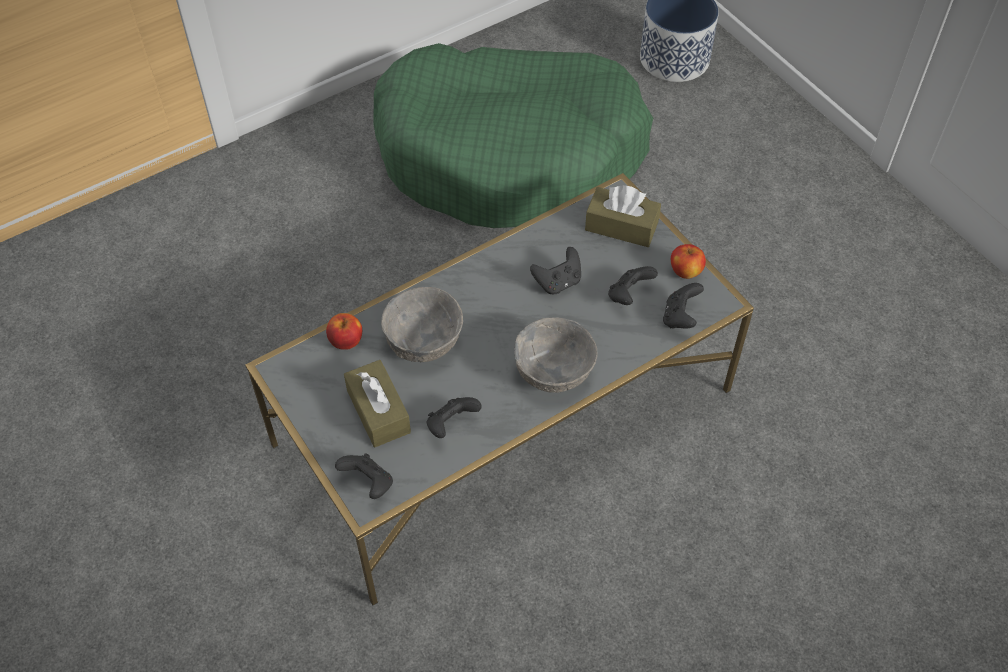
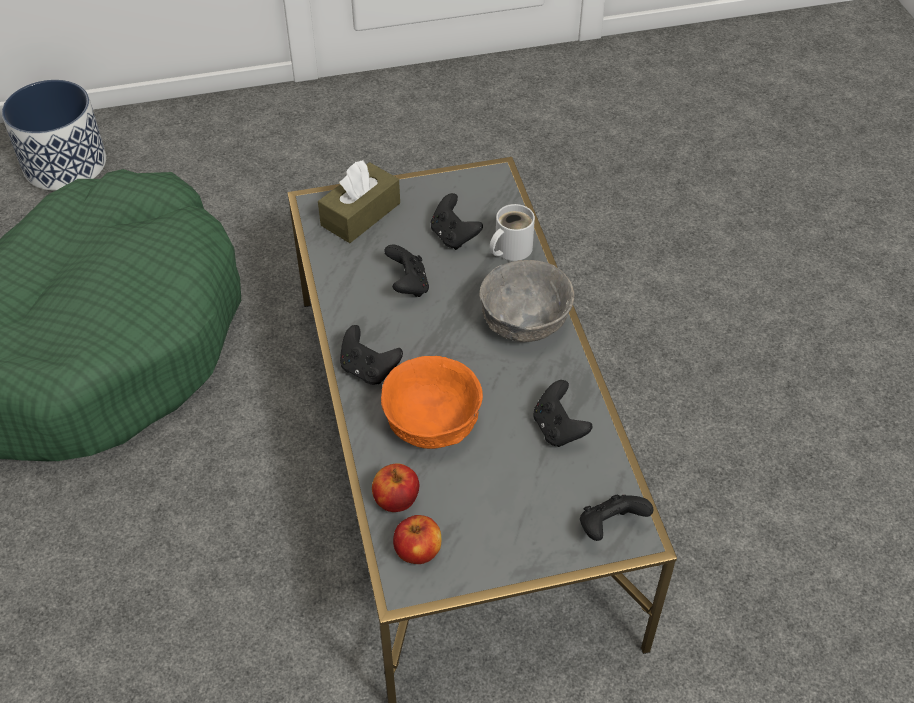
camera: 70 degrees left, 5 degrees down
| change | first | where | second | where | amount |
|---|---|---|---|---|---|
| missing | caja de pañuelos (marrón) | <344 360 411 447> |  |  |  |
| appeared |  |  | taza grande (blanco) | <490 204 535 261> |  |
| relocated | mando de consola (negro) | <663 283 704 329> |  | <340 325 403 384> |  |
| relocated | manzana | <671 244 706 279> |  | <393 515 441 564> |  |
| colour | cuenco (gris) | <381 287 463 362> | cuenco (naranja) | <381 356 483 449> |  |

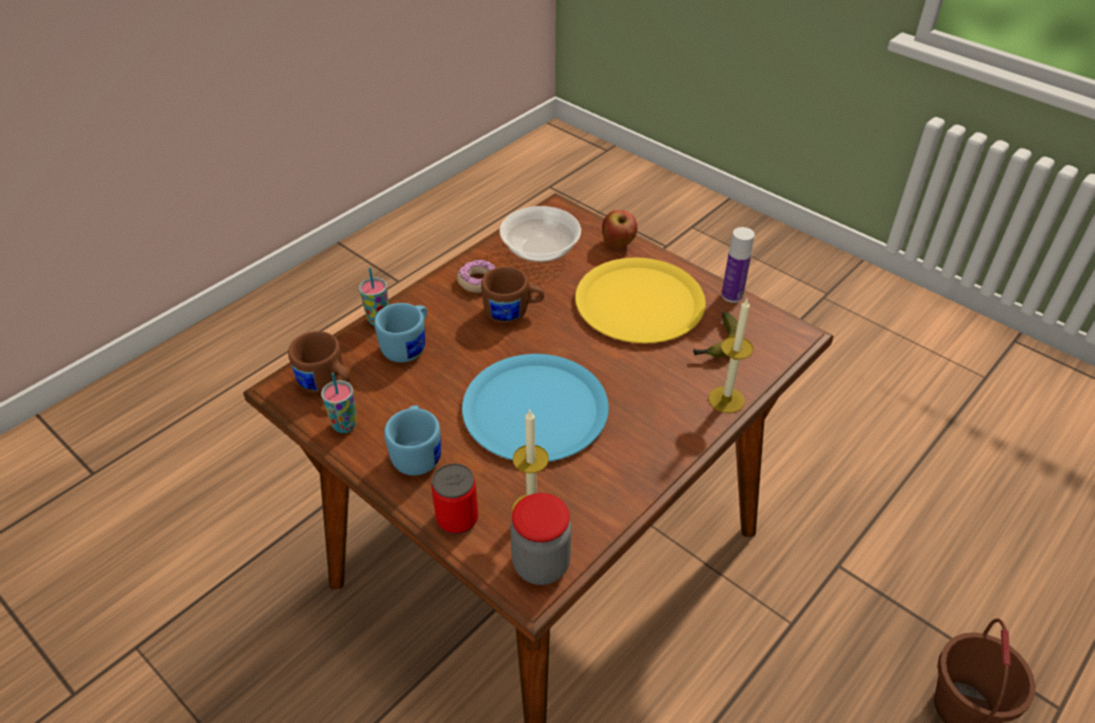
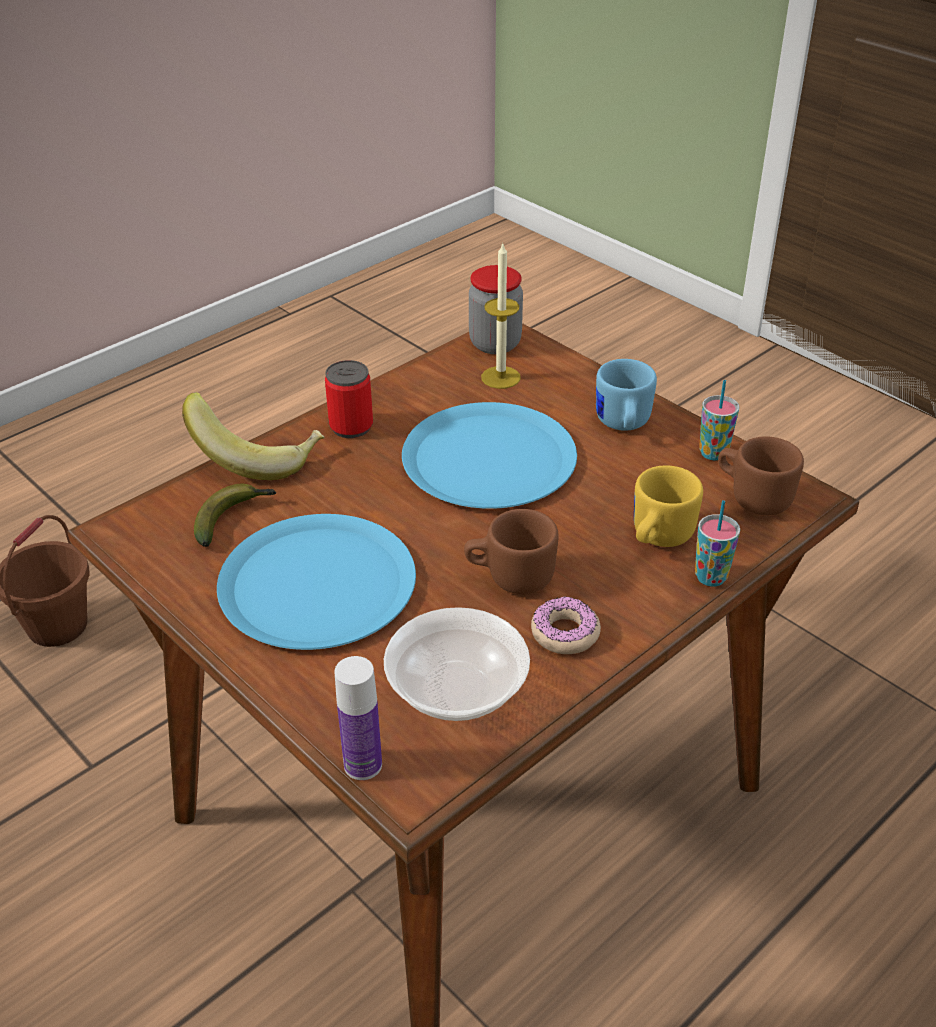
camera: 175 degrees left, 5 degrees down
| change | first | where | second | where | amount |
|---|---|---|---|---|---|
| missing | manzana | <602 210 637 248> |  |  |  |
| relocated | lata | <432 463 478 534> |  | <325 360 373 438> |  |
| relocated | botella | <722 227 755 303> |  | <334 656 382 780> |  |
| exchanged | vela | <708 299 753 413> | plátano | <182 392 324 480> |  |
| colour | taza grande (azul) | <374 303 427 363> | taza grande (amarillo) | <634 465 703 547> |  |
| colour | plato (amarillo) | <575 258 706 343> | plato (azul) | <217 514 416 650> |  |

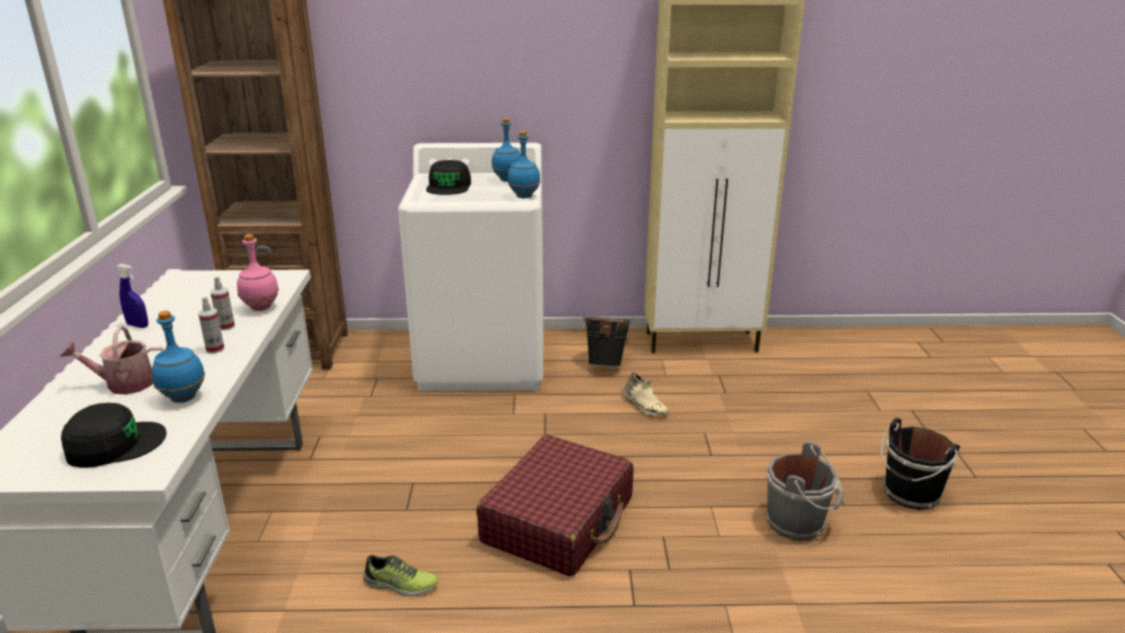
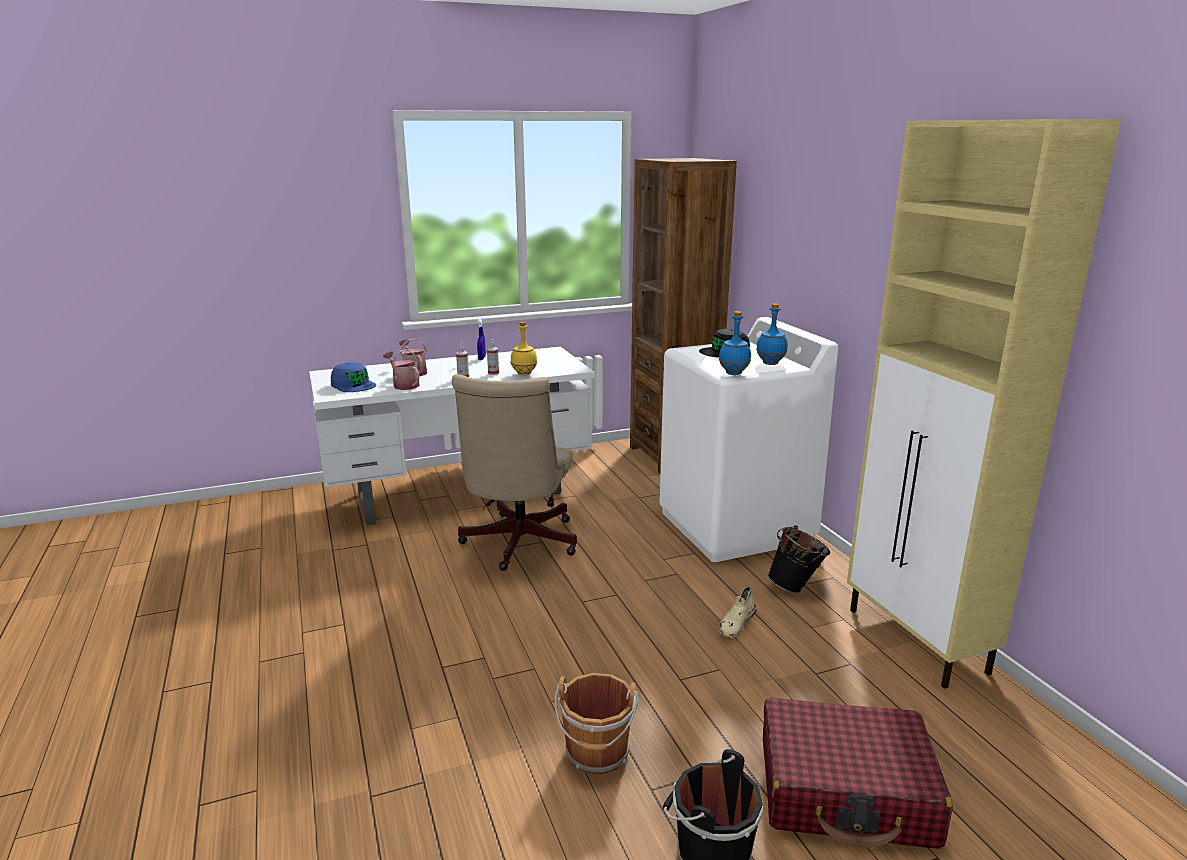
camera: 70 degrees right, 5 degrees down
| change | first | where | second | where | amount |
|---|---|---|---|---|---|
| missing | zapato | <363 555 438 597> |  |  |  |
| appeared |  |  | silla de oficina (beis) | <452 374 577 571> |  |
| relocated | maleta (rojo) | <477 435 634 577> |  | <763 697 953 849> |  |
| exchanged | botella (azul) | <151 311 205 403> | regadera | <383 349 420 390> |  |
| colour | gorra (negro) | <61 403 167 468> | gorra (azul) | <331 362 376 392> |  |
| colour | botella (rosa) | <237 234 279 311> | botella (amarillo) | <511 322 537 376> |  |
| colour | cubo (gris) | <766 442 844 541> | cubo (marrón) | <555 673 639 774> |  |

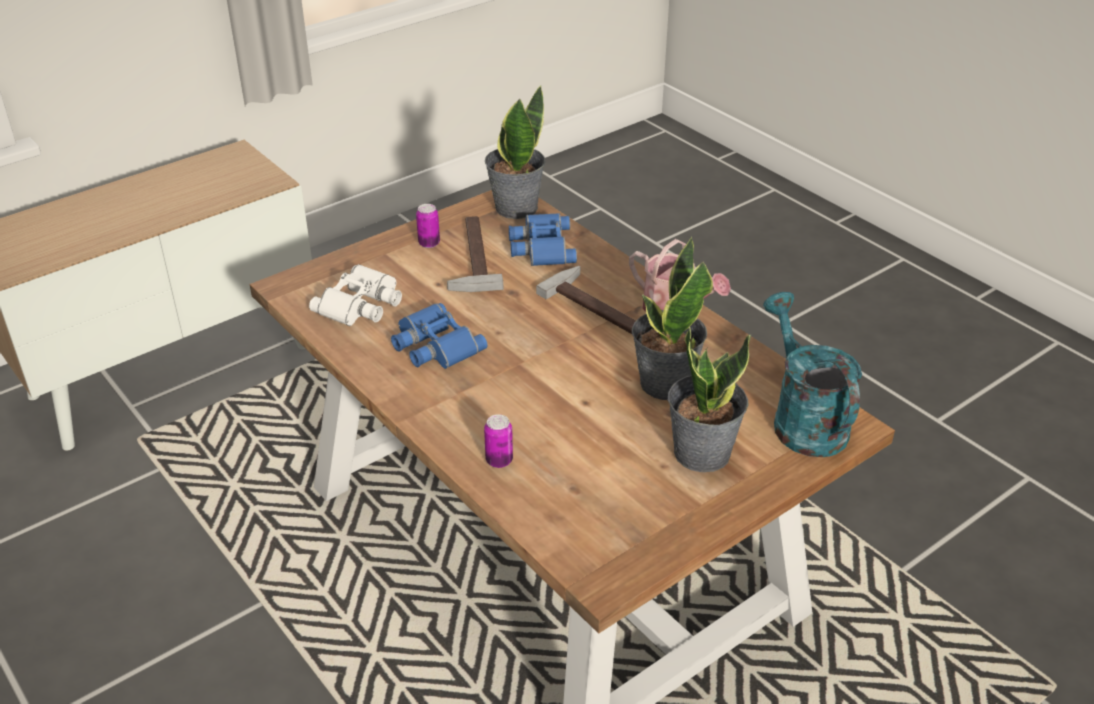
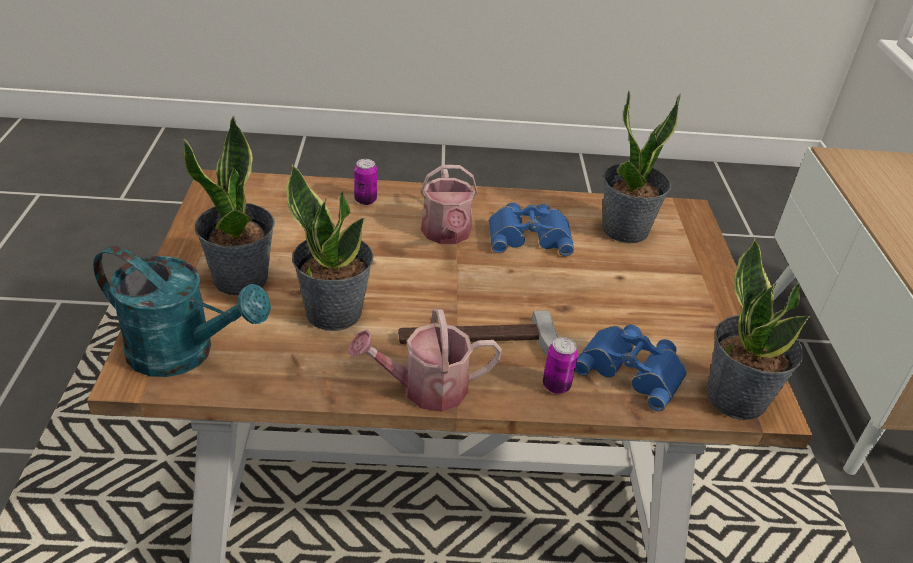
camera: 125 degrees right, 0 degrees up
| change | first | where | second | where | amount |
|---|---|---|---|---|---|
| missing | martillo | <447 216 503 292> |  |  |  |
| appeared |  |  | regadera | <420 165 478 244> |  |
| relocated | lata | <416 204 440 248> |  | <543 337 578 394> |  |
| exchanged | prismáticos (blanco) | <309 264 402 326> | planta en maceta | <602 90 681 243> |  |

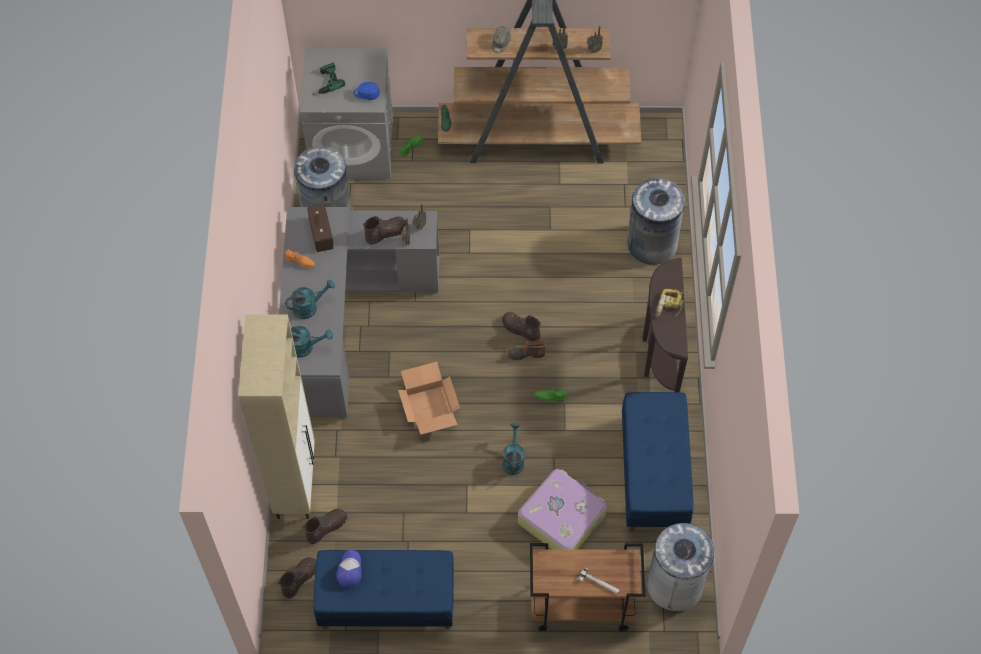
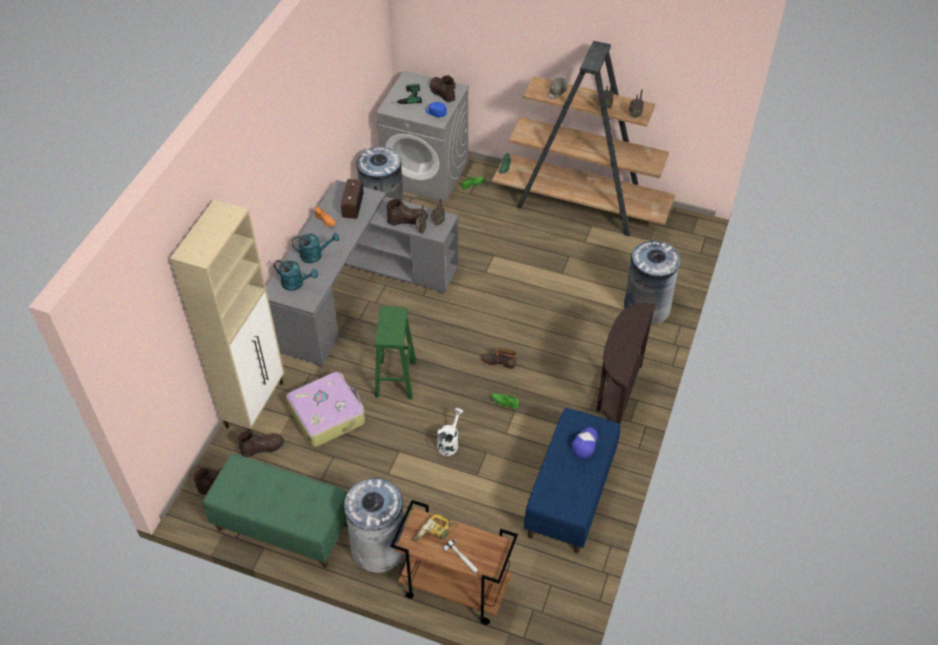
camera: 20 degrees right, 10 degrees down
| change | first | where | second | where | amount |
|---|---|---|---|---|---|
| relocated | gorra | <336 550 362 587> |  | <571 427 597 458> |  |
| relocated | bota (marrón) | <502 312 541 341> |  | <430 75 456 102> |  |
| relocated | maleta | <518 469 607 550> |  | <286 372 365 447> |  |
| relocated | papelera (gris) | <647 523 716 611> |  | <344 478 405 573> |  |
| relocated | taladro | <655 289 689 318> |  | <413 514 459 547> |  |
| exchanged | caja de cartón | <398 362 460 435> | taburete (verde) | <375 306 416 399> |  |
| colour | banco (azul) | <314 550 454 630> | banco (verde) | <203 454 347 568> |  |
| colour | regadera (turquesa) | <502 423 525 475> | regadera (blanco) | <437 408 463 456> |  |

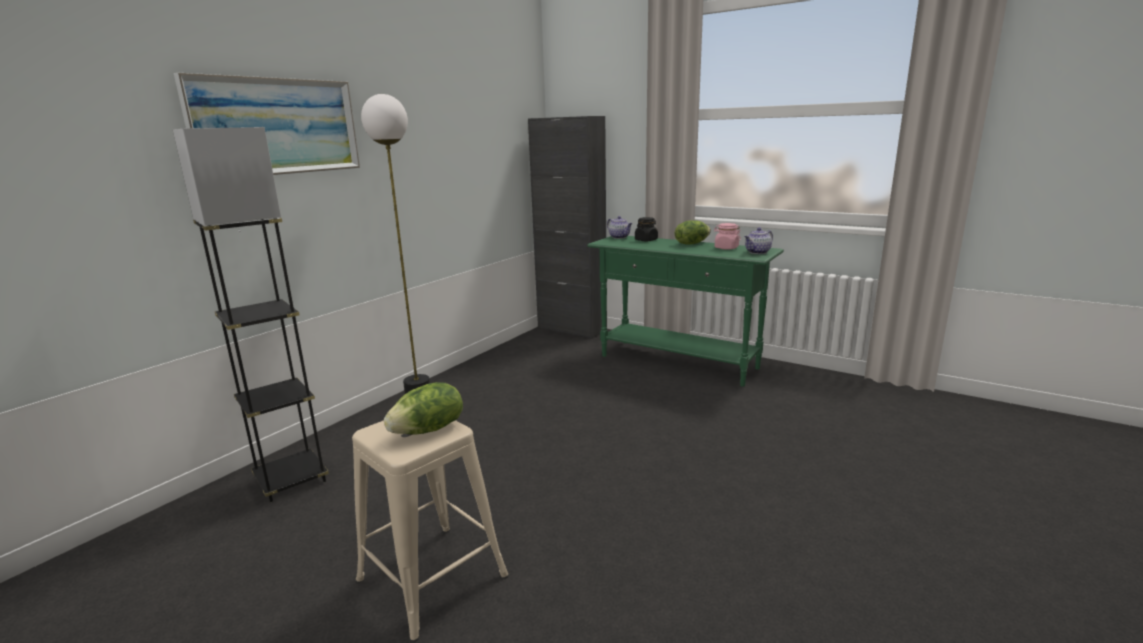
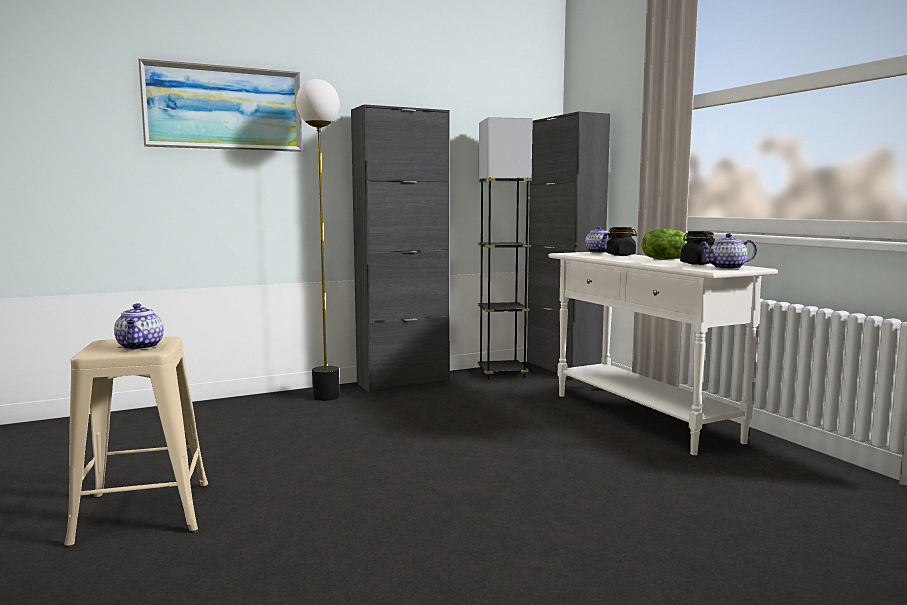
camera: 30 degrees right, 10 degrees down
| change | first | where | second | where | amount |
|---|---|---|---|---|---|
| appeared |  |  | armario (negro) | <351 104 450 393> |  |
| relocated | lámpara de pie (gris) | <173 127 329 502> |  | <477 117 533 380> |  |
| exchanged | lechuga | <384 382 463 434> | tetera | <114 303 164 350> |  |
| colour | mesa consola (verde) | <588 236 784 387> | mesa consola (blanco) | <548 252 778 455> |  |
| colour | tarro (rosa) | <714 223 741 250> | tarro (negro) | <680 231 715 265> |  |

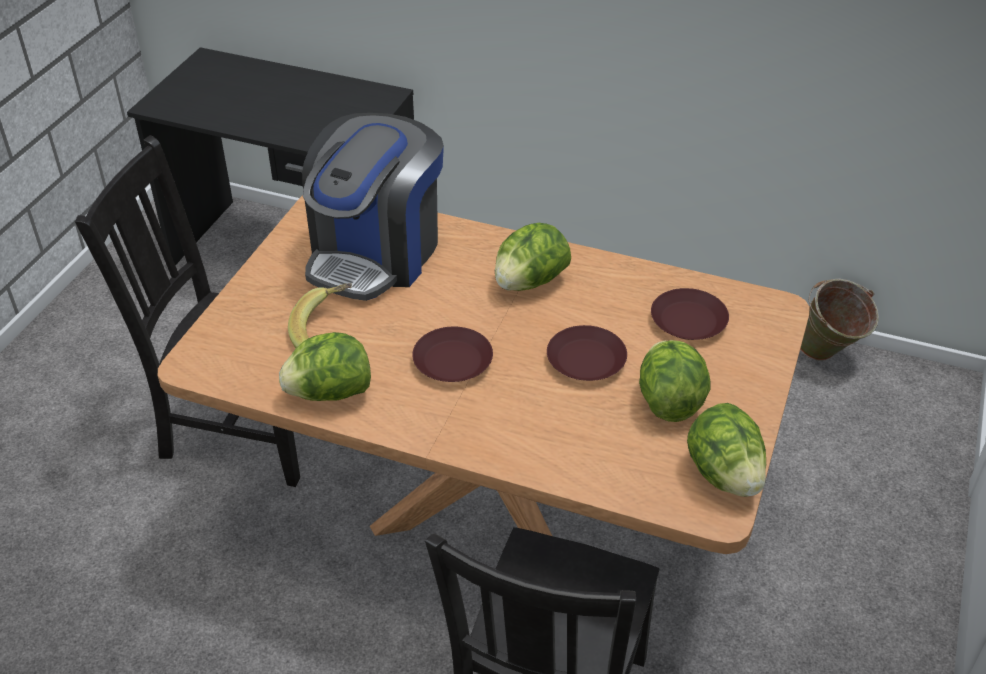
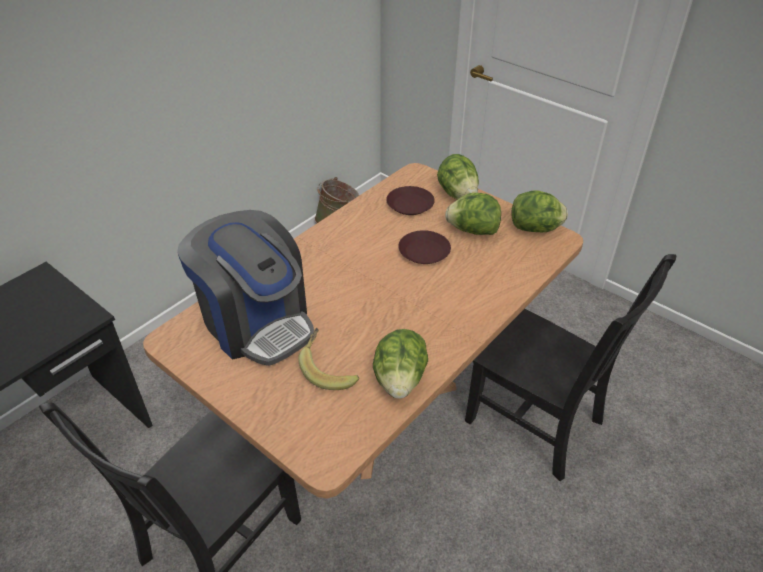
camera: 70 degrees left, 0 degrees up
| change | first | where | second | where | amount |
|---|---|---|---|---|---|
| missing | plato (marrón) | <412 327 493 382> |  |  |  |
| relocated | lechuga | <495 223 571 291> |  | <437 154 479 200> |  |

